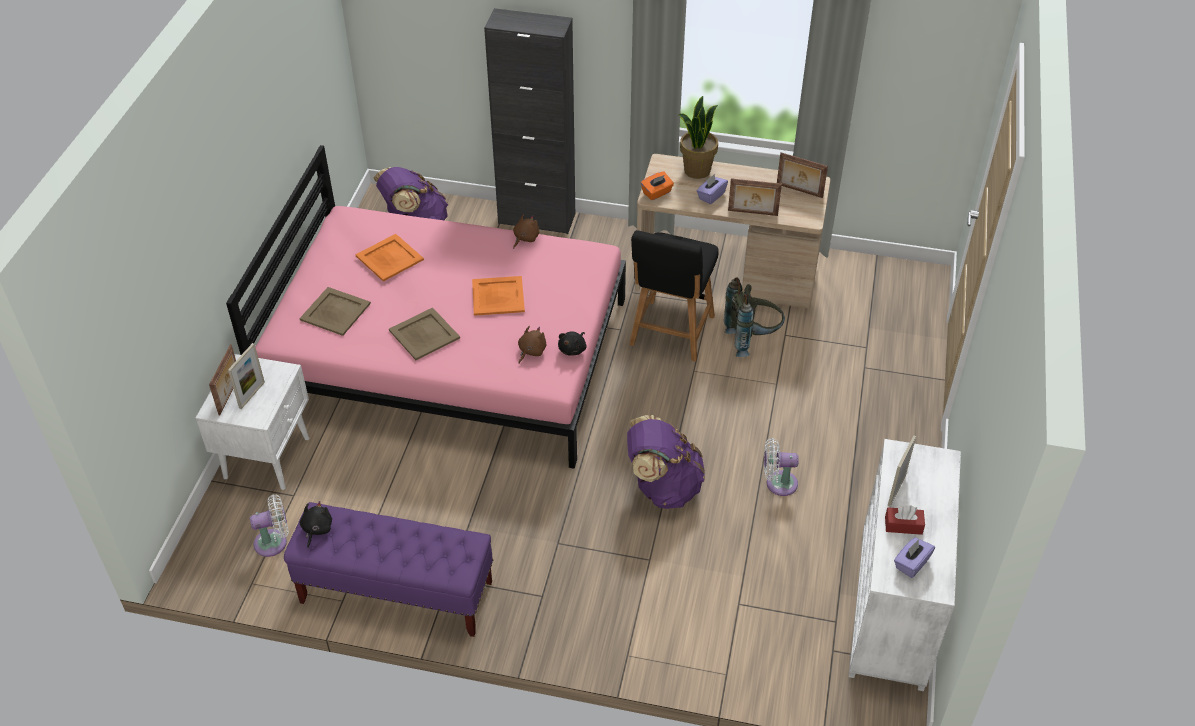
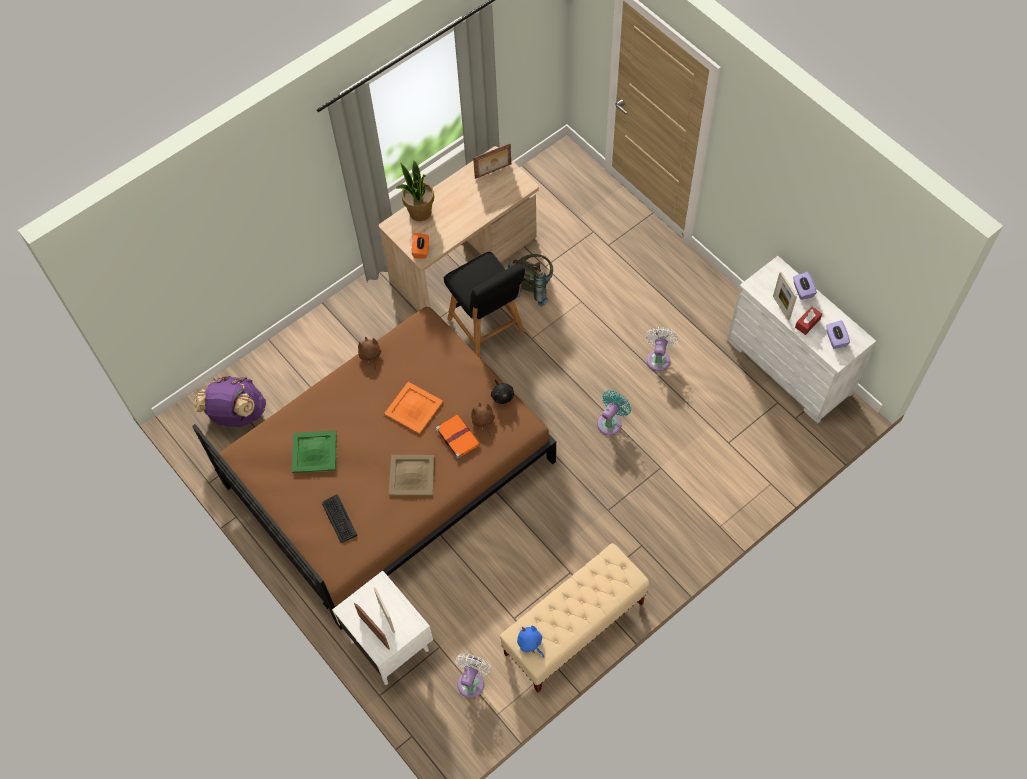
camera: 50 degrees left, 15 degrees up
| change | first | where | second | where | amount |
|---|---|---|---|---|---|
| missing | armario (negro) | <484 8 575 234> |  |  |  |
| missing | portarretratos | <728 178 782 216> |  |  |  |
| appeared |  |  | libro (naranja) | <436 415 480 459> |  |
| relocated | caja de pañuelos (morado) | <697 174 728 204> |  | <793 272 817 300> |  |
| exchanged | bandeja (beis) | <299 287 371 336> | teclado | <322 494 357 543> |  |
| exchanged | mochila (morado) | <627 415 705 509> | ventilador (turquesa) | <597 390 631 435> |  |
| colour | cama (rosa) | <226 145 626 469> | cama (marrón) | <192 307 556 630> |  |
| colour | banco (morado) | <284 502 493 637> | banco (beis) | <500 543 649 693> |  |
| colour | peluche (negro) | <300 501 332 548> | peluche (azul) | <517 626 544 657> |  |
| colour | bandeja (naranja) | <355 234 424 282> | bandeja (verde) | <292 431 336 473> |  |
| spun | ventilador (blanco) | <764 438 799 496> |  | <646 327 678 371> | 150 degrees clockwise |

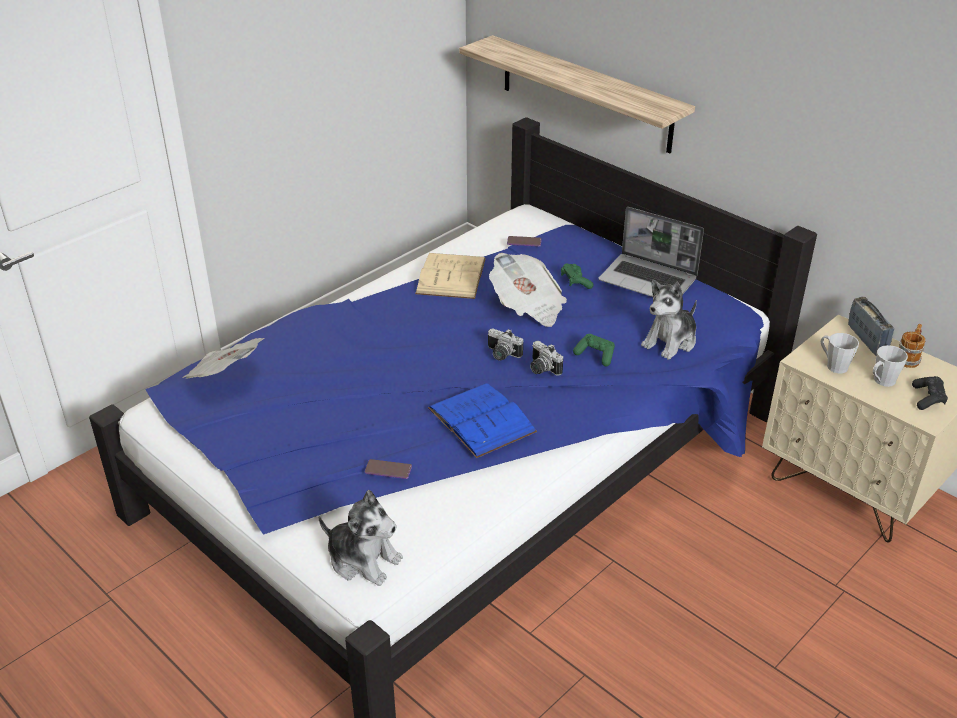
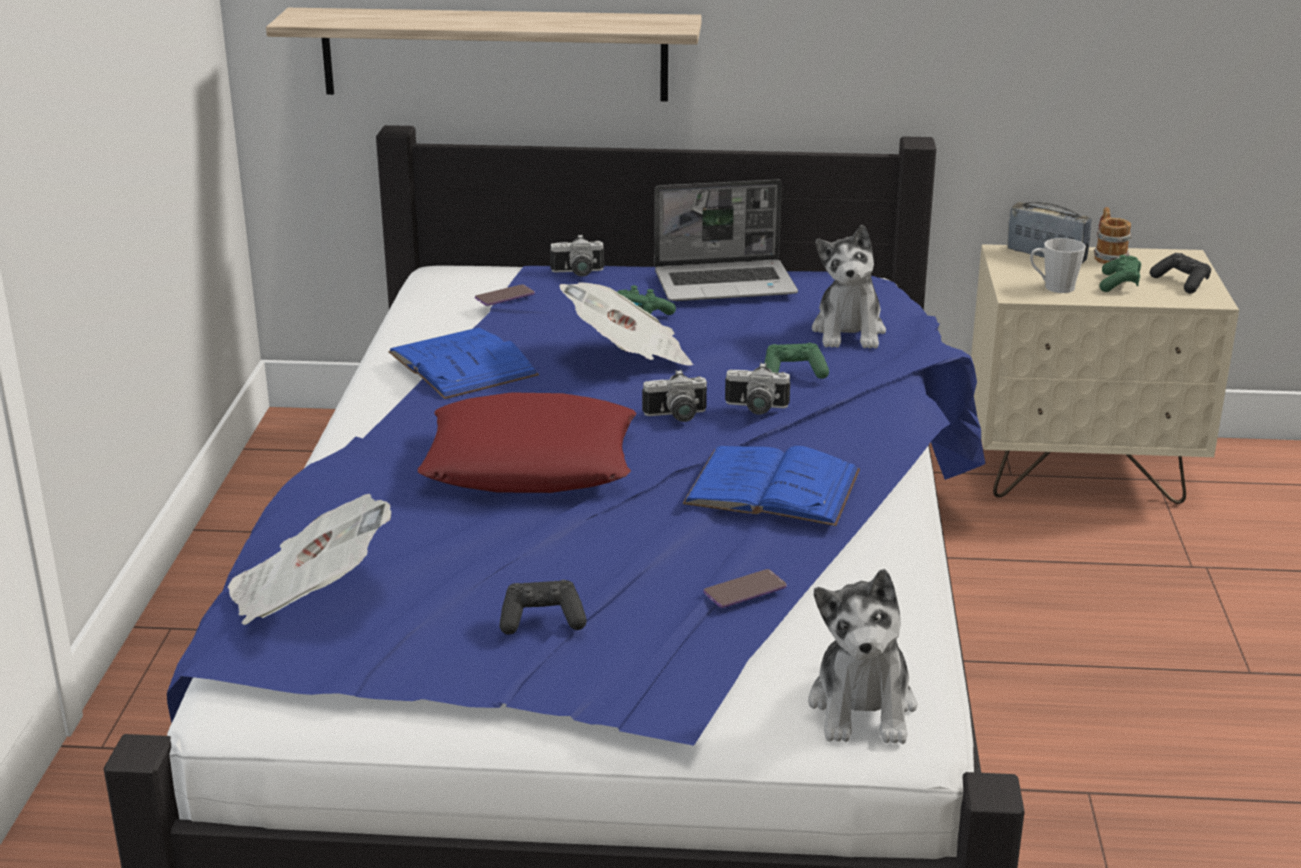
camera: 40 degrees left, 10 degrees down
| change | first | where | second | where | amount |
|---|---|---|---|---|---|
| appeared |  |  | cojín (rojo) | <418 392 636 493> |  |
| appeared |  |  | mando de consola (negro) | <500 580 587 635> |  |
| appeared |  |  | cámara | <550 234 604 277> |  |
| exchanged | taza grande (gris) | <873 345 908 387> | mando de consola (verde) | <1100 255 1141 292> |  |
| colour | libro (beis) | <415 253 486 299> | libro (azul) | <388 327 539 399> |  |
| spun | peluche | <318 490 403 586> |  | <808 569 917 744> | 105 degrees clockwise |

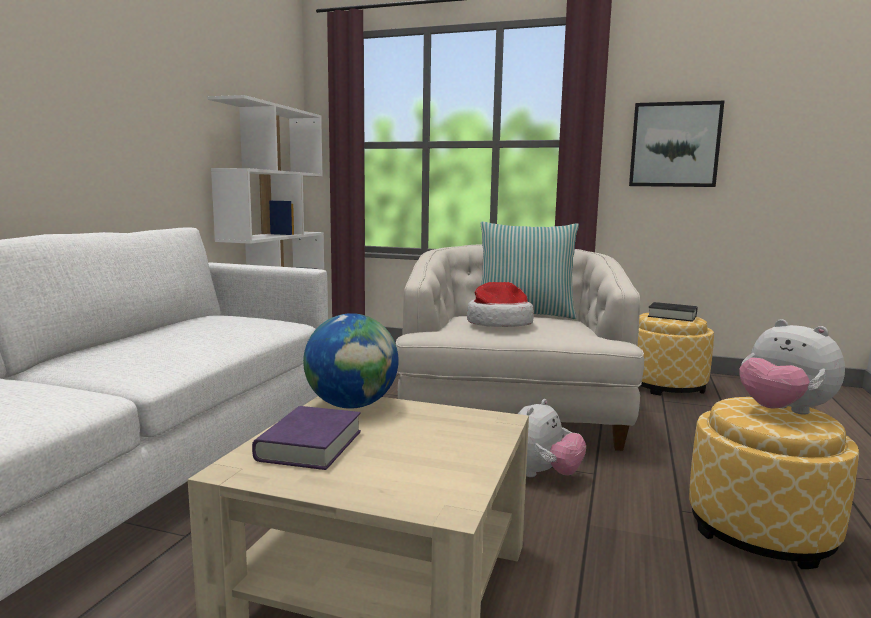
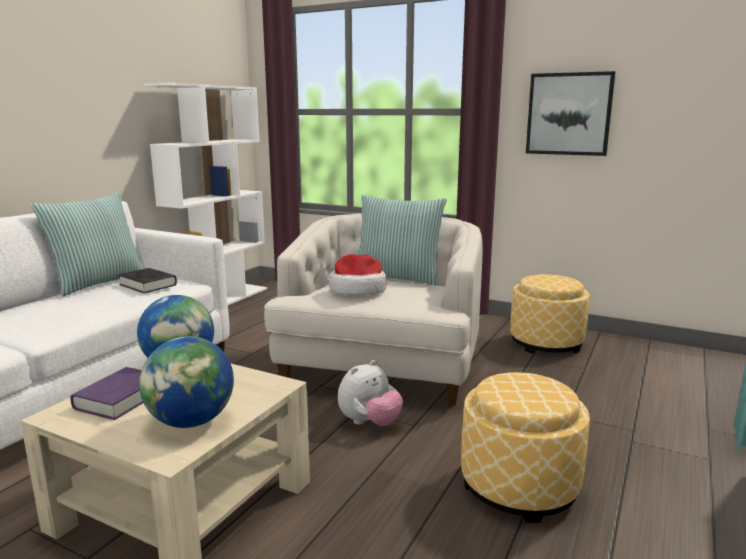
camera: 10 degrees right, 5 degrees up
| change | first | where | second | where | amount |
|---|---|---|---|---|---|
| missing | peluche | <739 319 845 415> |  |  |  |
| appeared |  |  | cojín | <31 192 144 297> |  |
| appeared |  |  | globo terráqueo | <139 336 234 428> |  |
| relocated | libro (negro) | <648 302 698 322> |  | <118 268 177 293> |  |

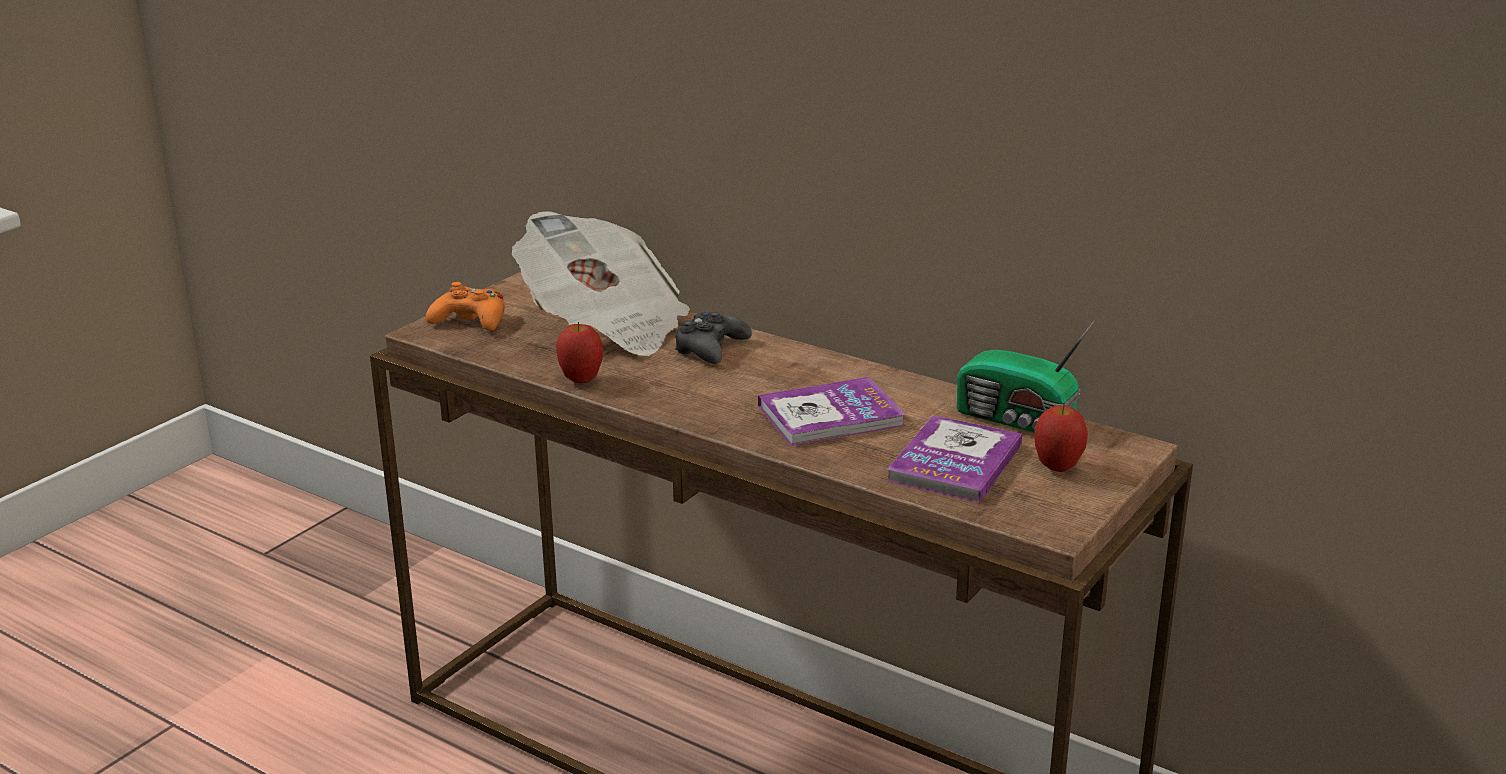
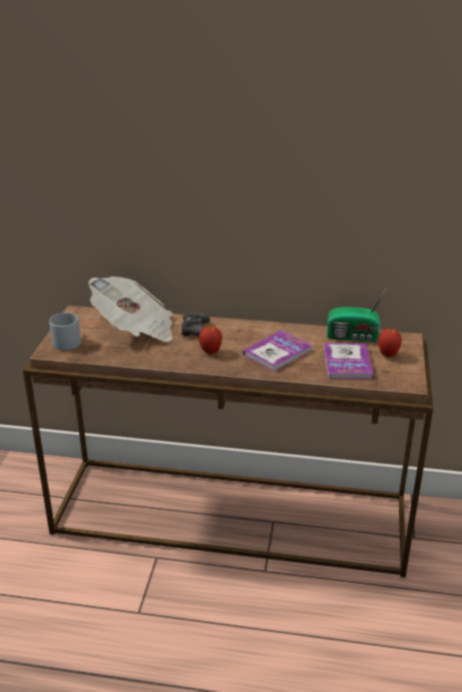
camera: 25 degrees left, 5 degrees up
| change | first | where | second | where | amount |
|---|---|---|---|---|---|
| relocated | manzana | <556 322 603 383> |  | <199 325 222 354> |  |
| exchanged | mando de consola (naranja) | <426 282 505 331> | taza grande (gris) | <49 313 81 350> |  |

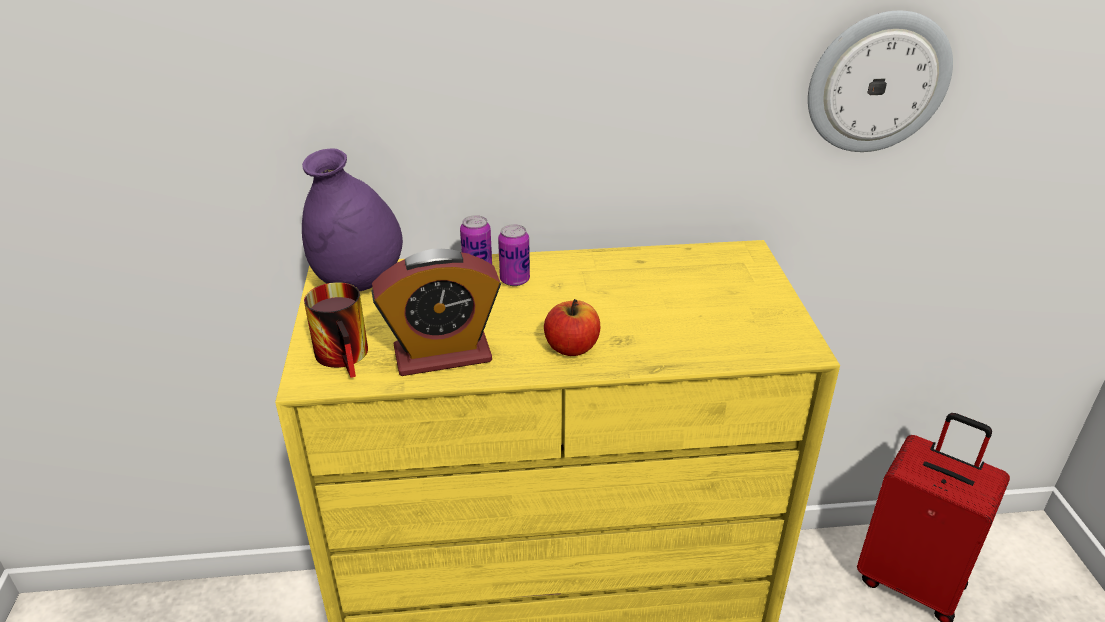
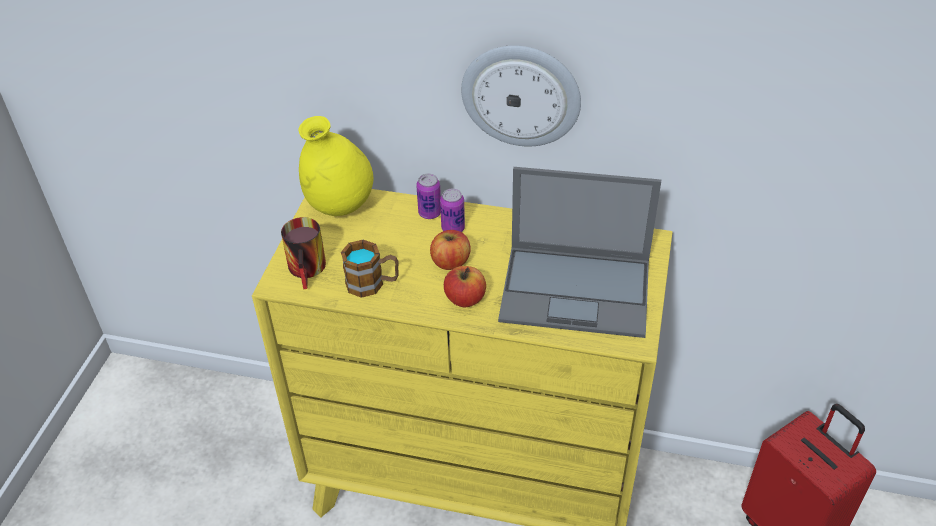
camera: 20 degrees right, 10 degrees up
| change | first | where | second | where | amount |
|---|---|---|---|---|---|
| appeared |  |  | manzana | <430 230 471 270> |  |
| appeared |  |  | portátil | <498 167 661 338> |  |
| relocated | reloj de pared | <808 11 953 152> |  | <461 45 581 146> |  |
| exchanged | despertador | <371 249 501 376> | taza grande | <341 240 399 298> |  |
| colour | florero (morado) | <302 148 403 291> | florero (amarillo) | <298 116 373 216> |  |

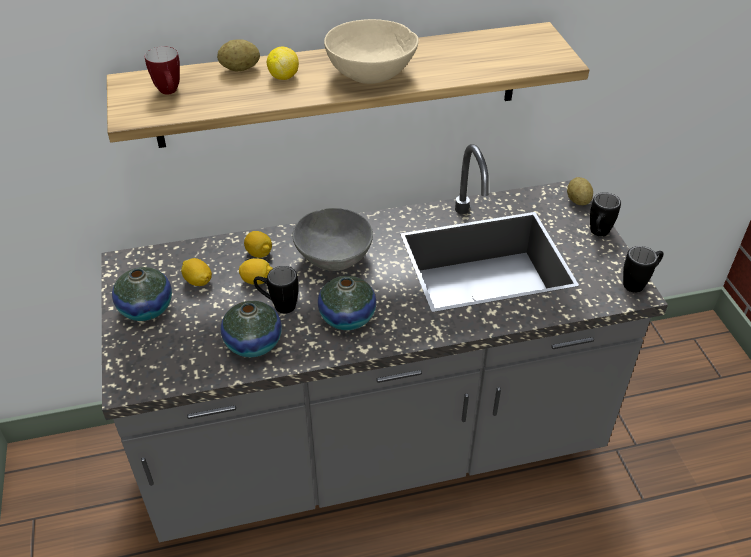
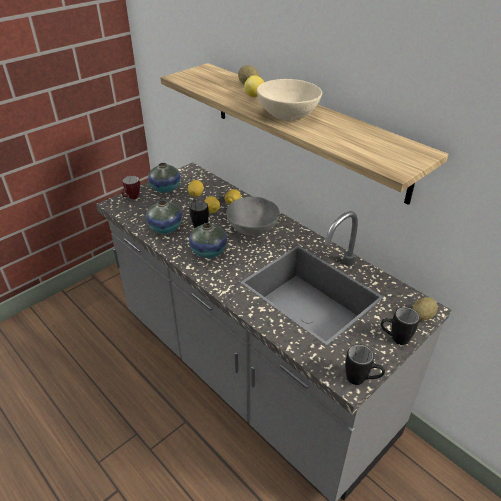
camera: 60 degrees right, 5 degrees down
| change | first | where | second | where | amount |
|---|---|---|---|---|---|
| relocated | taza grande | <145 46 180 95> |  | <121 176 140 199> |  |

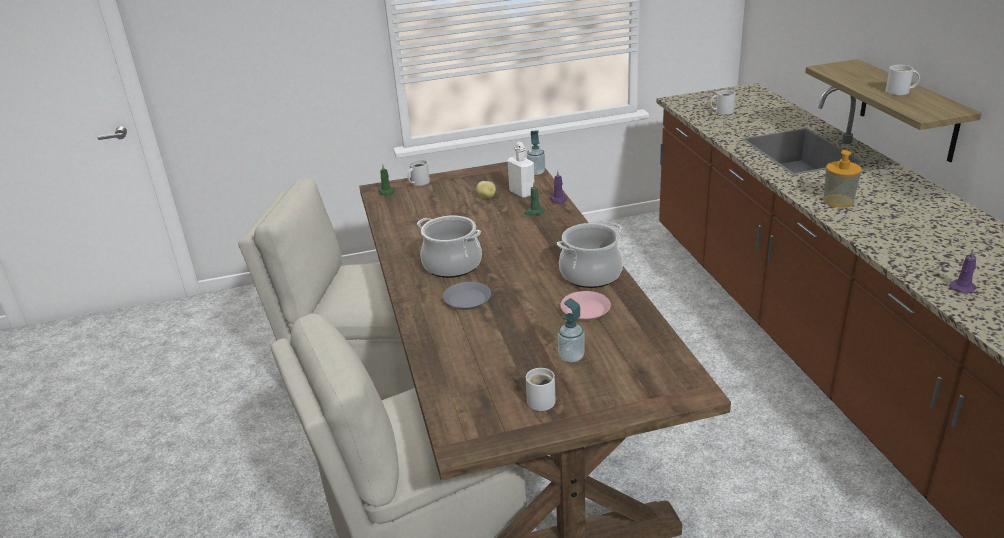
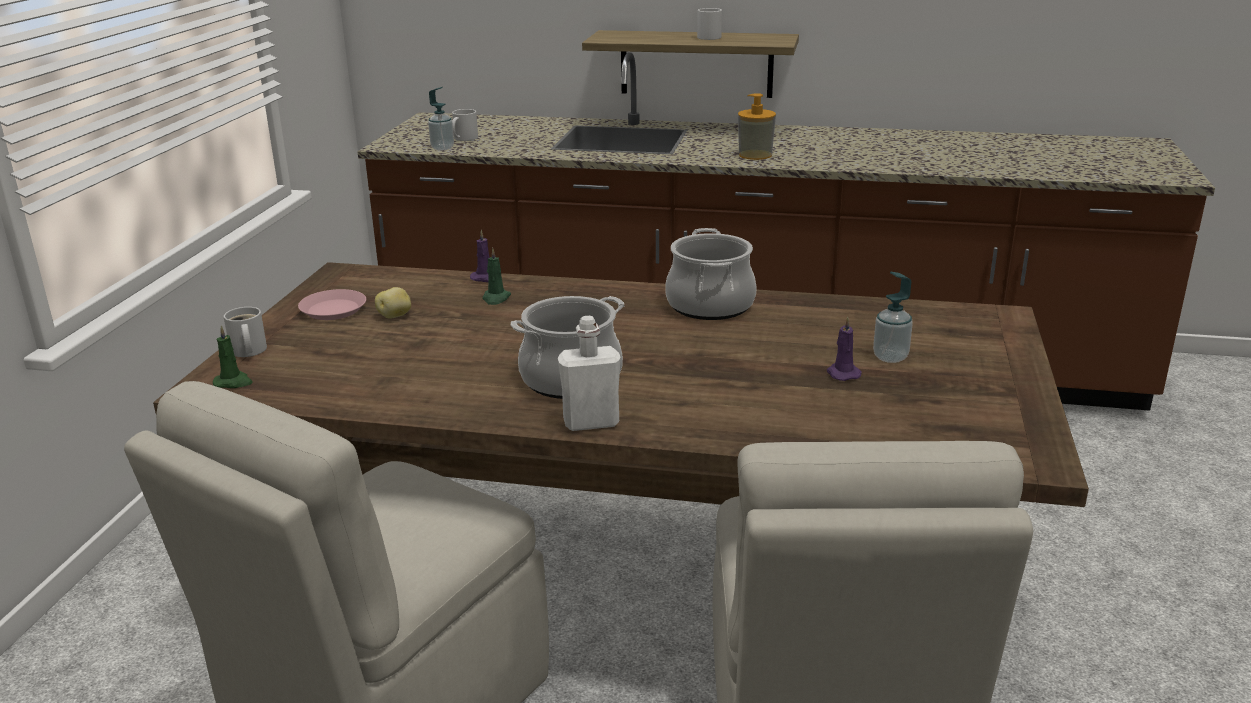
camera: 65 degrees left, 5 degrees down
| change | first | where | second | where | amount |
|---|---|---|---|---|---|
| missing | plato (gris) | <443 282 491 310> |  |  |  |
| missing | taza grande (blanco) | <526 368 556 411> |  |  |  |
| relocated | botella (blanco) | <507 142 535 198> |  | <558 316 621 431> |  |
| relocated | dispensador de jabón | <527 130 545 175> |  | <428 87 454 151> |  |
| relocated | plato (rosa) | <560 291 611 320> |  | <298 289 366 320> |  |
| relocated | vela (morado) | <949 249 977 294> |  | <827 317 862 381> |  |

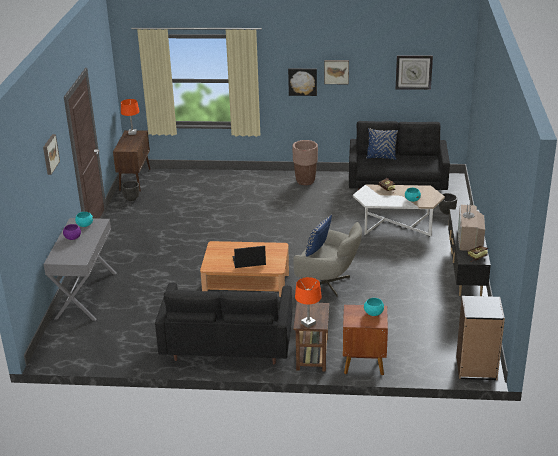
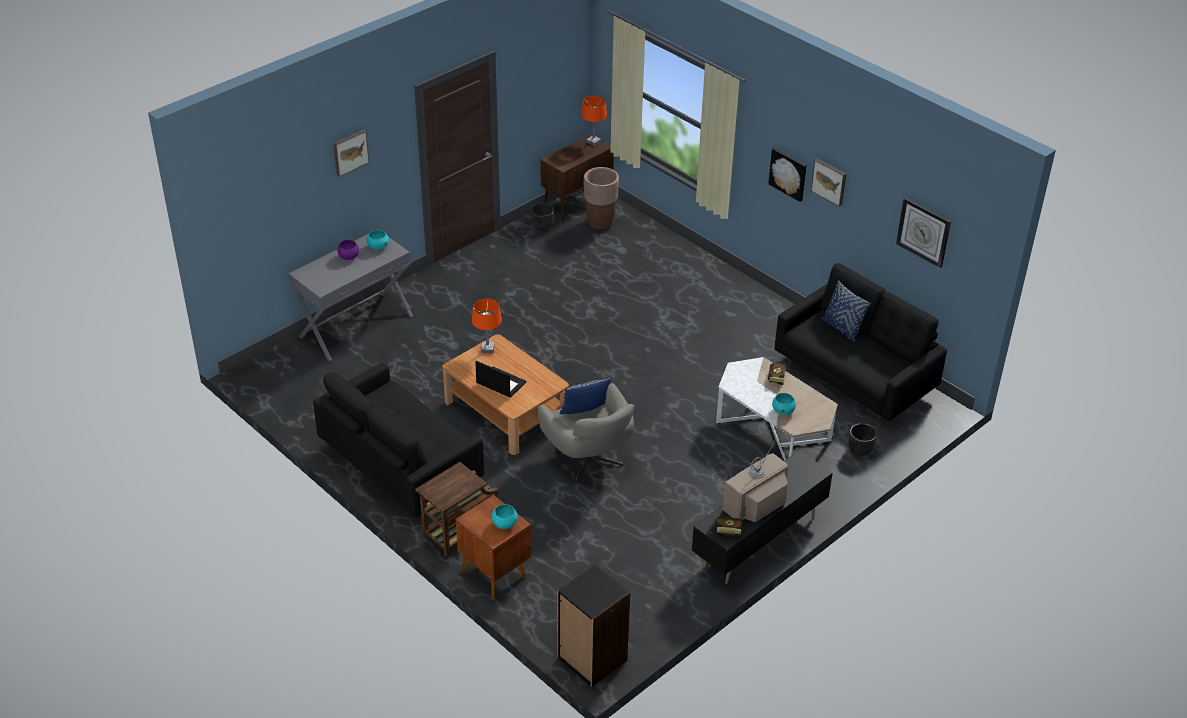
camera: 40 degrees right, 10 degrees up
| change | first | where | second | where | amount |
|---|---|---|---|---|---|
| relocated | maceta (marrón) | <292 140 318 185> |  | <583 167 619 230> |  |
| relocated | lámpara de mesa (naranja) | <295 277 322 328> |  | <472 299 502 353> |  |

